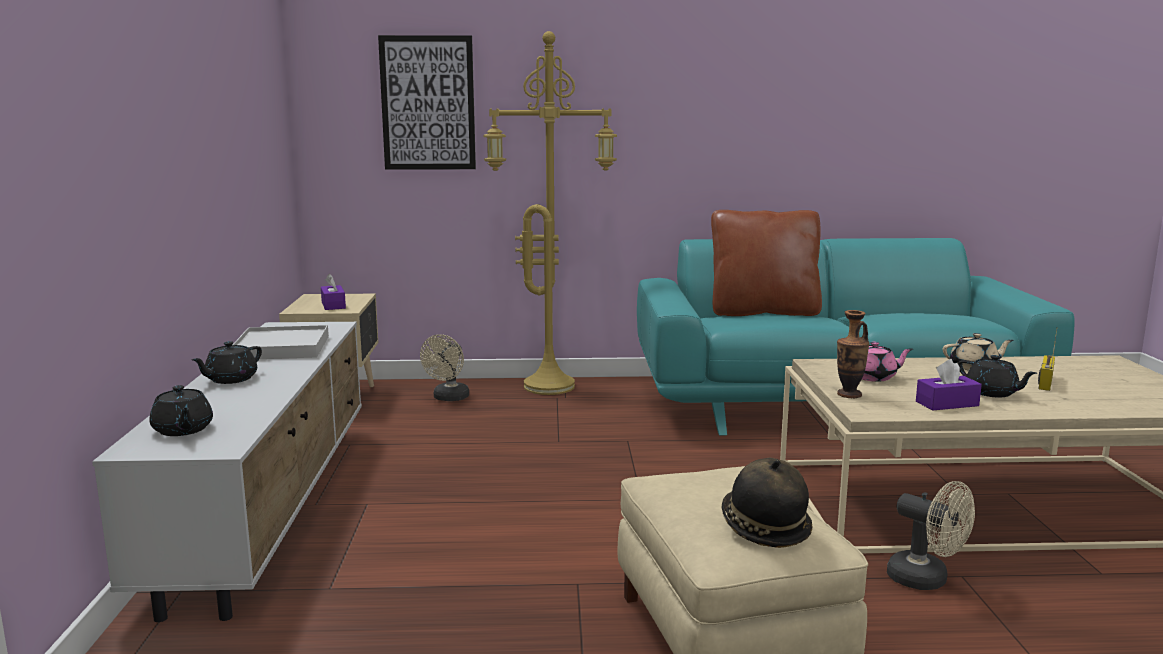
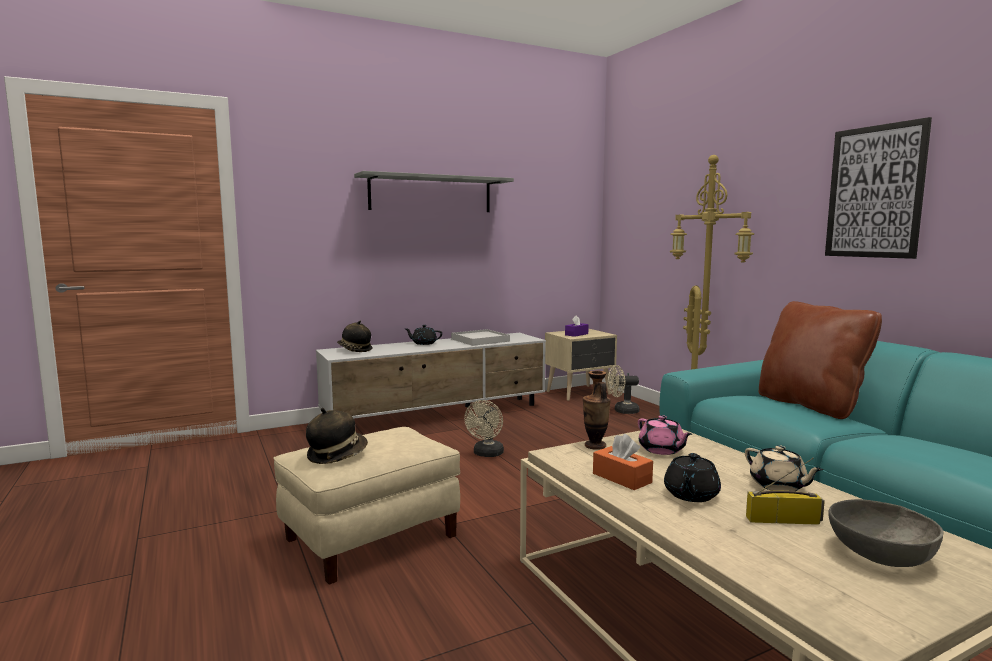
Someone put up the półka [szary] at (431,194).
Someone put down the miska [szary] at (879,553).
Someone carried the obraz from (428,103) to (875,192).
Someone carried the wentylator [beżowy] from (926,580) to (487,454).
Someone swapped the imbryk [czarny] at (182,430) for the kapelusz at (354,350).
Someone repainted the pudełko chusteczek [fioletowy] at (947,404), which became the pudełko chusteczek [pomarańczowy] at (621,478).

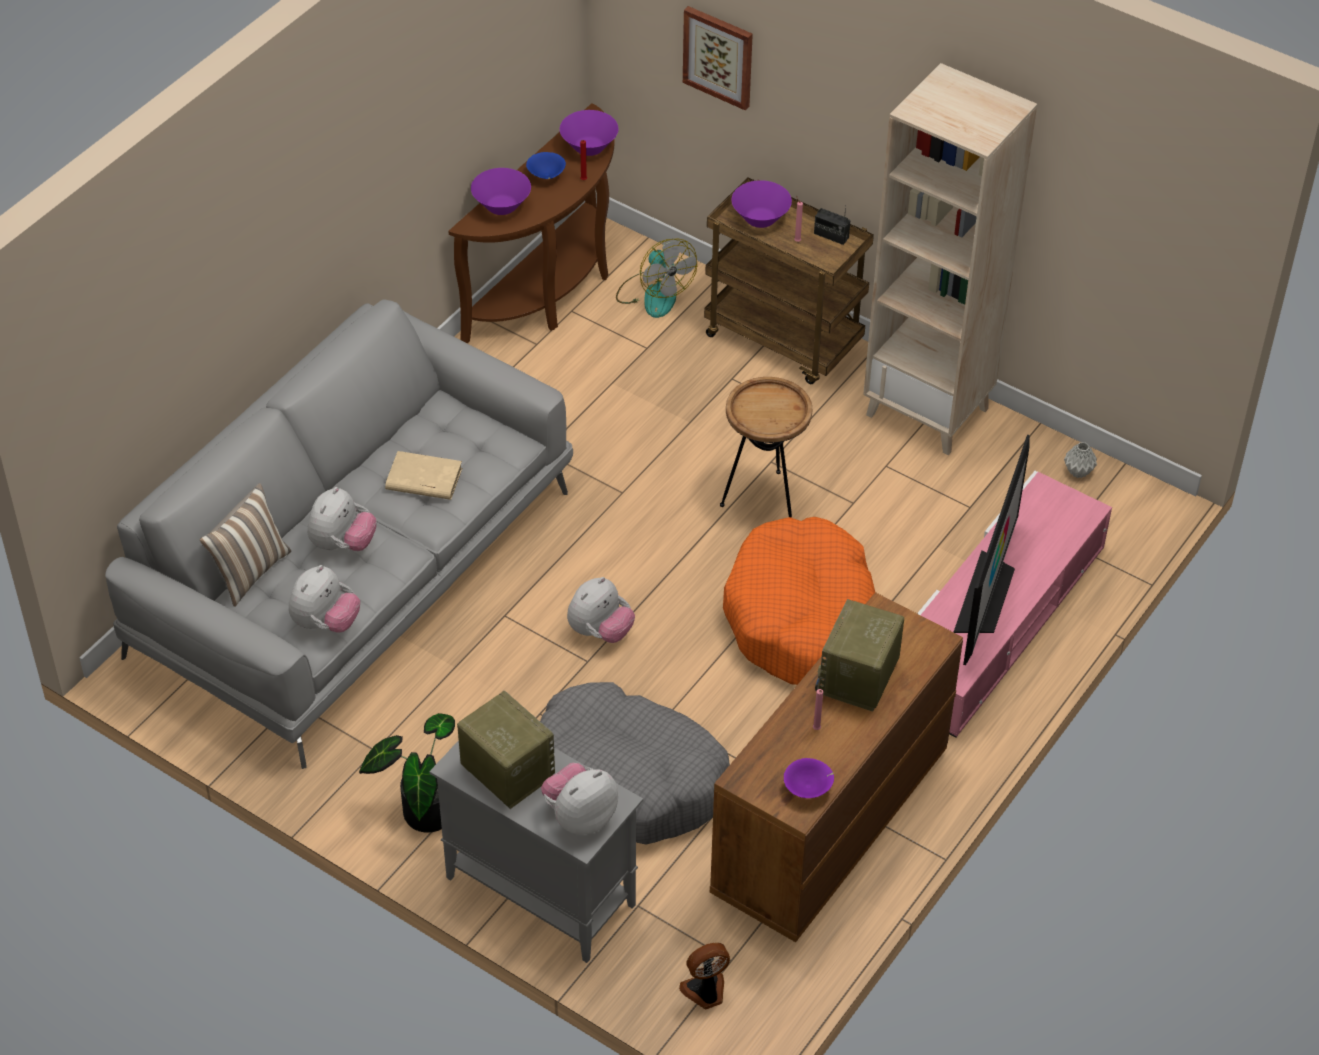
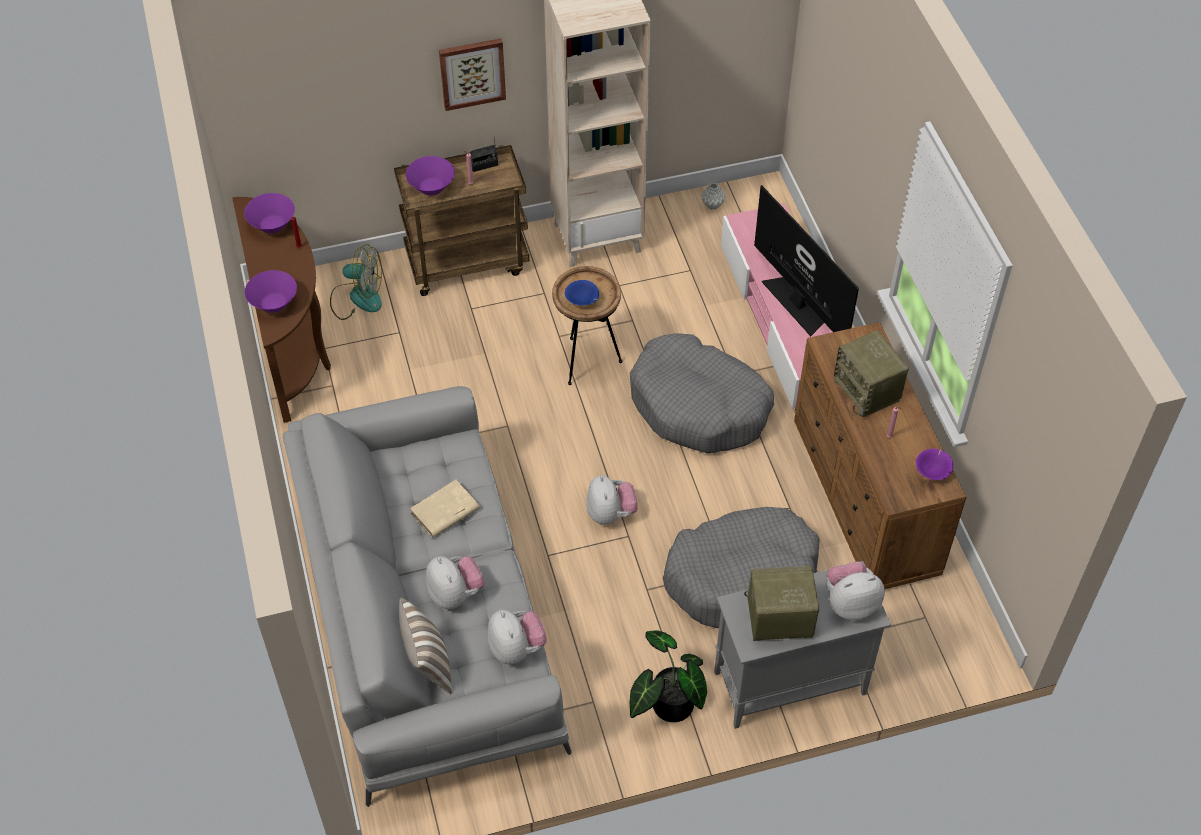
Someone took away the wentylator at (705,992).
Someone carried the miska [niebieski] from (546,176) to (582,301).
Someone carried the obraz from (719,56) to (472,73).
Someone repainted the legowisko [pomarańczowy] at (803,619), which became the legowisko [szary] at (699,406).
Someone rotated the pluszak at (580,816) by 75 degrees clockwise.

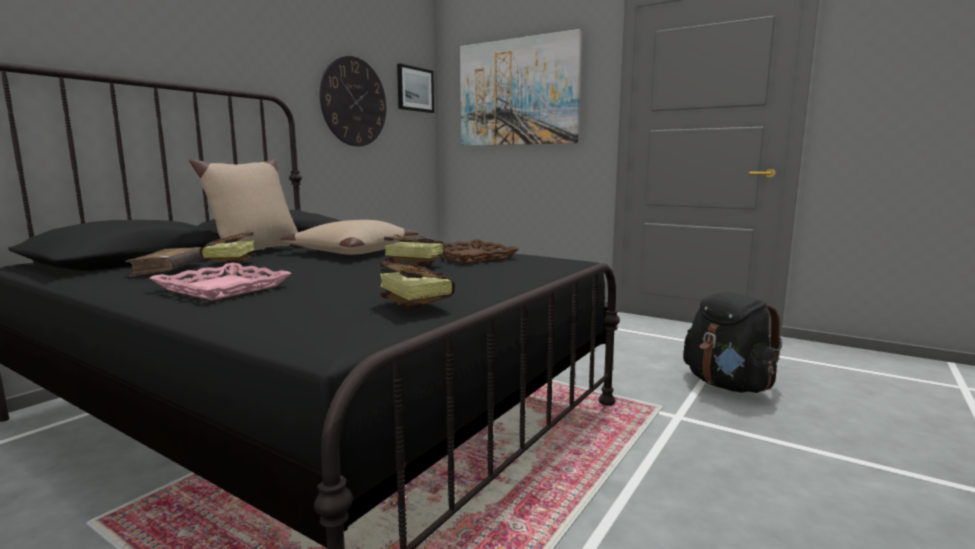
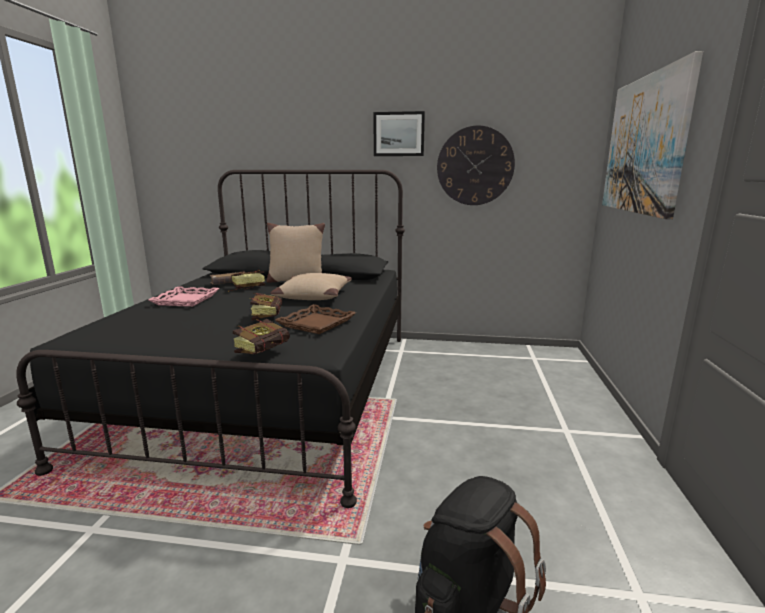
Someone carried the książka from (412,304) to (267,351).
Someone carried the obraz from (415,89) to (399,134).

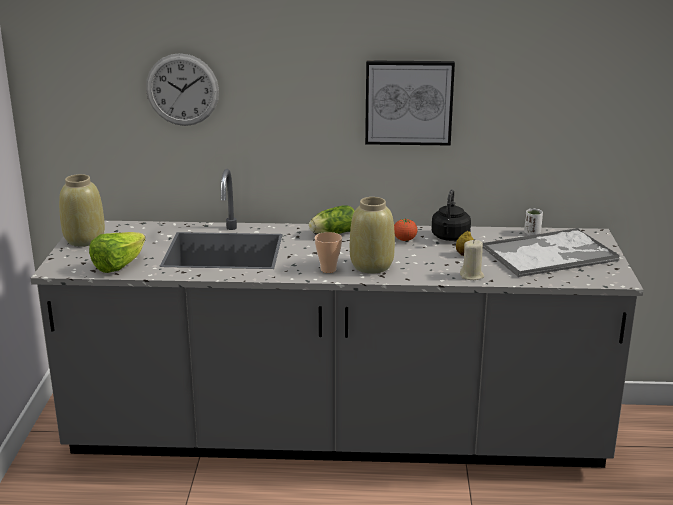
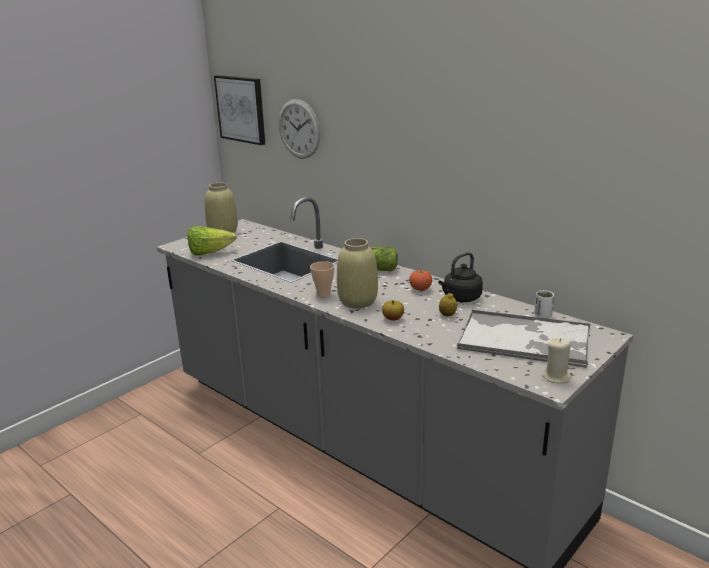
Someone put down the jabłko at (393,319).
Someone carried the obraz from (408,102) to (241,109).
Someone carried the świeca [beżowy] from (472,276) to (556,377).

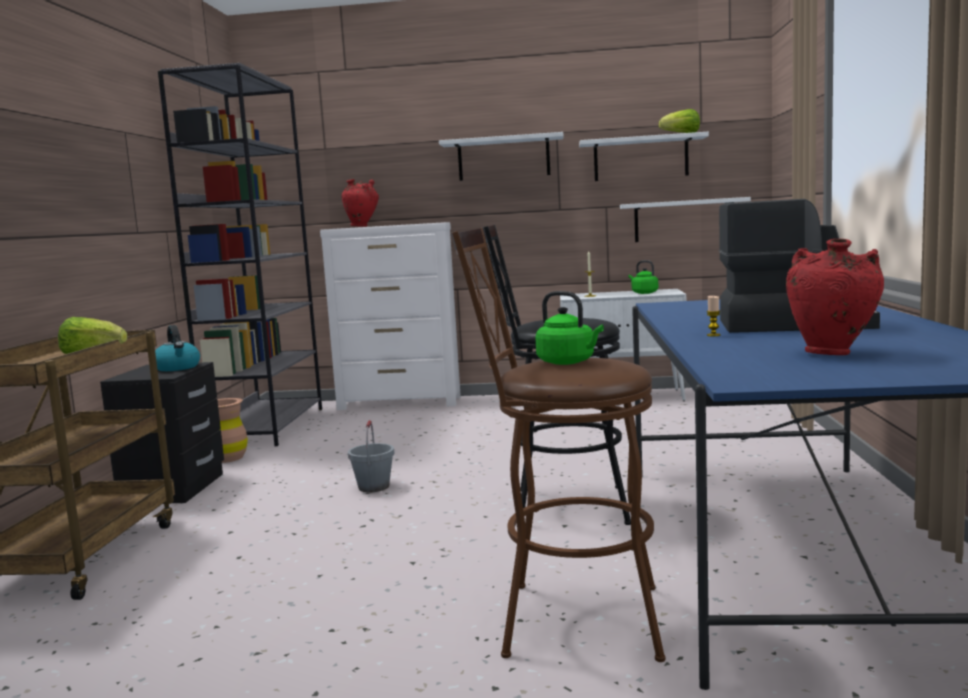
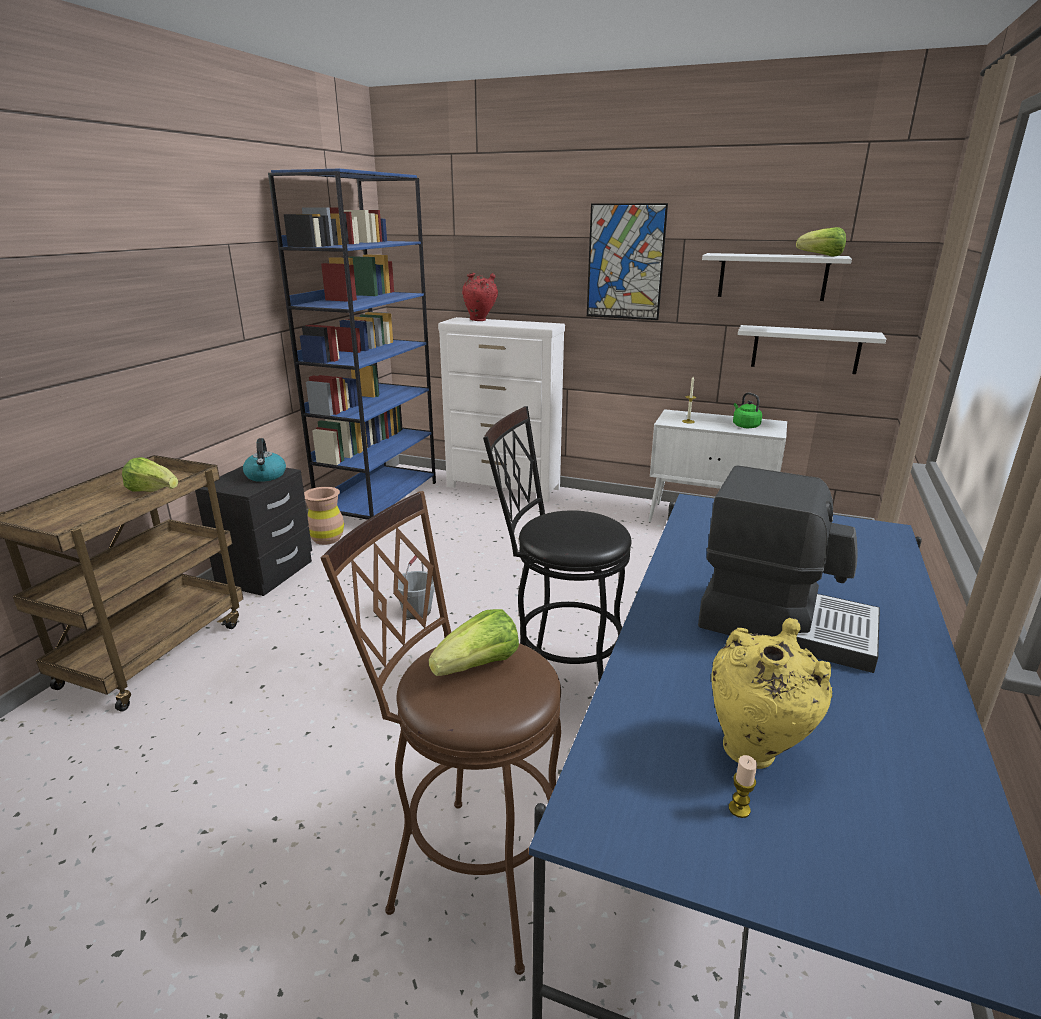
Someone carried the świeca from (713,335) to (739,809).
Someone swapped the półka [biały] at (503,158) for the obraz at (625,262).
Someone swapped the czajnik [zielony] at (568,362) for the sałata at (479,666).
Someone repainted the regał [szary] at (266,427), which became the regał [niebieski] at (379,499).
Someone repainted the wazon [czerwony] at (832,353), which became the wazon [żółty] at (756,750).

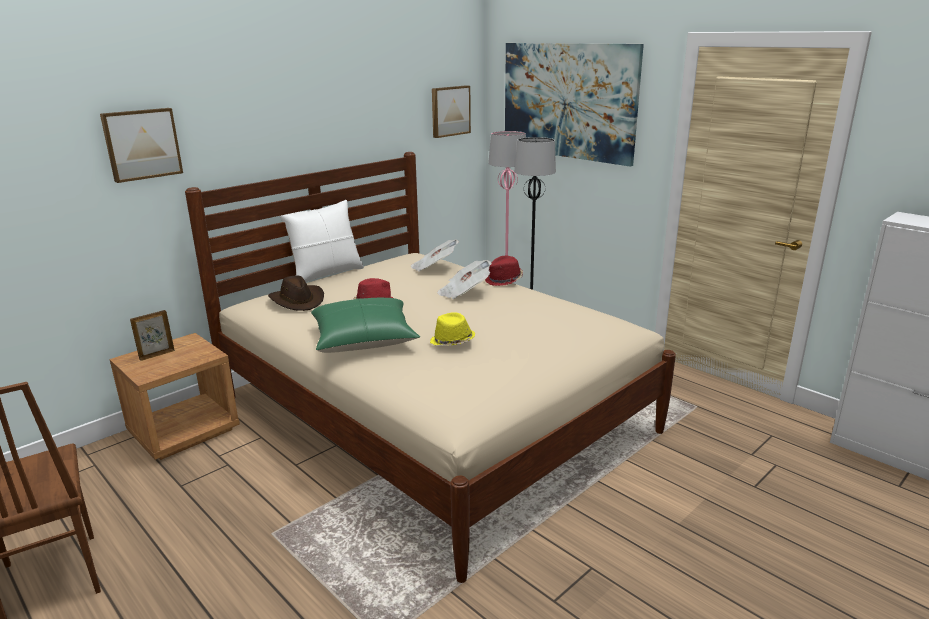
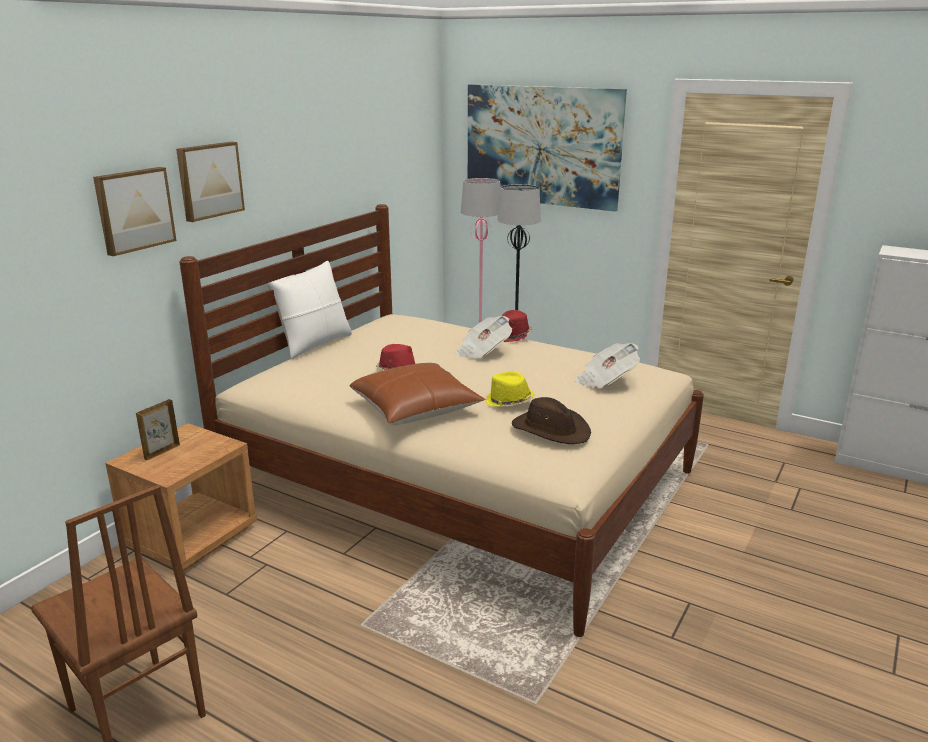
Someone carried the kapelusz [brązowy] from (298,300) to (551,430).
Someone carried the gazeta from (434,268) to (605,381).
Someone carried the obraz from (449,111) to (209,180).
Someone repainted the poduszka [zielony] at (364,339), which became the poduszka [brązowy] at (416,408).

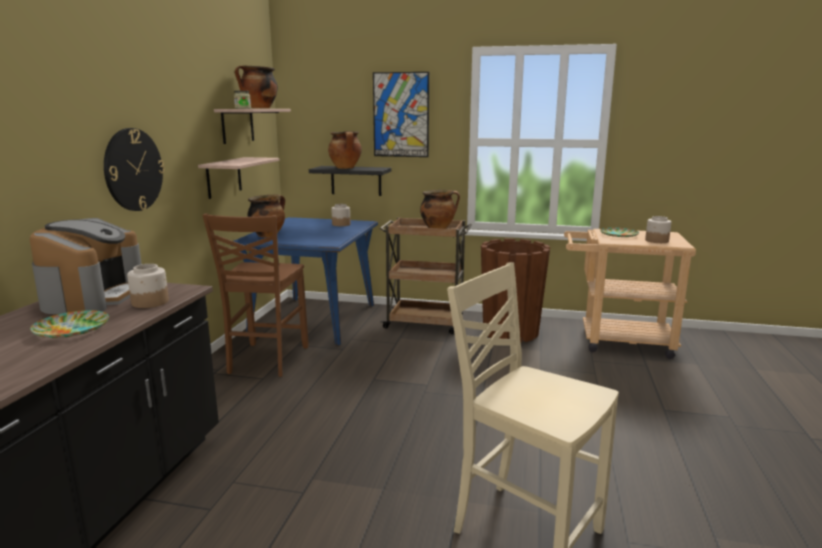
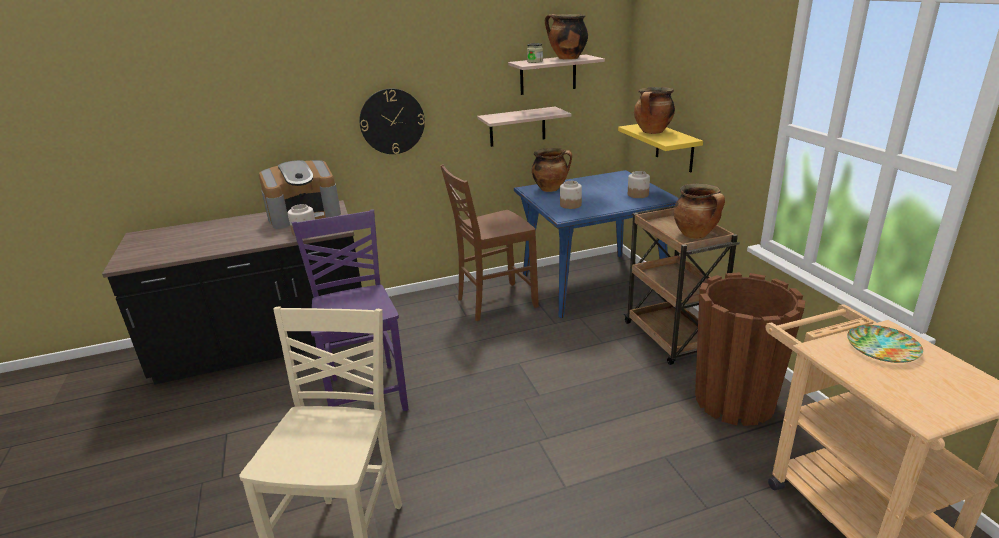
Someone took away the talerz at (72,328).
Someone took away the obraz at (401,115).
Someone put down the krzesło [fioletowy] at (367,393).
Someone carried the słoik from (656,240) to (570,205).
Someone repainted the półka [czarny] at (356,180), which became the półka [żółty] at (674,147).

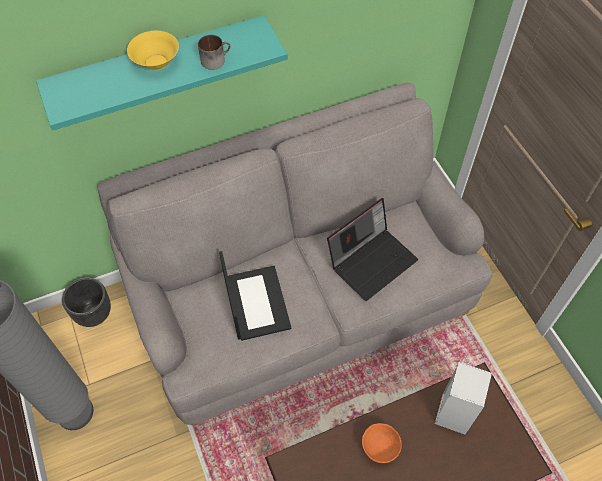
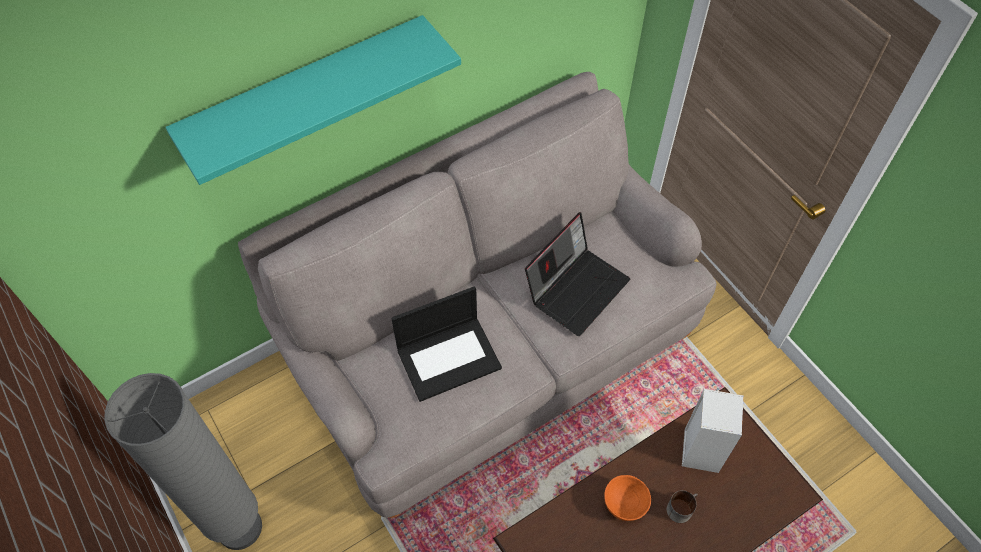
Someone took away the donica [czarny] at (94,314).
Someone took away the miska [żółty] at (156,63).
Someone carried the kubek from (215,59) to (681,507).
Someone rotated the laptop at (255,302) by 90 degrees clockwise.

